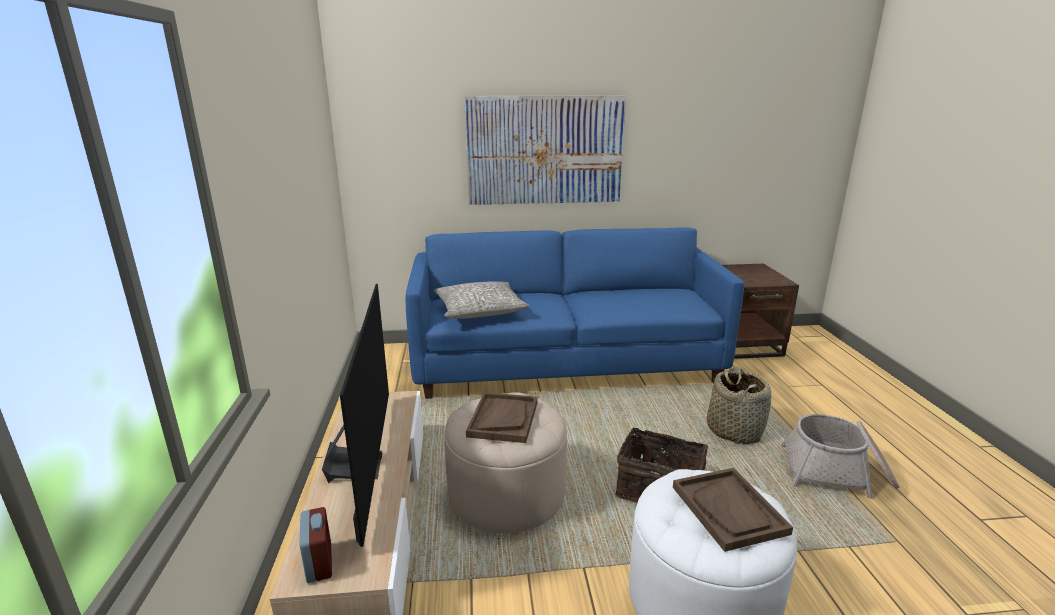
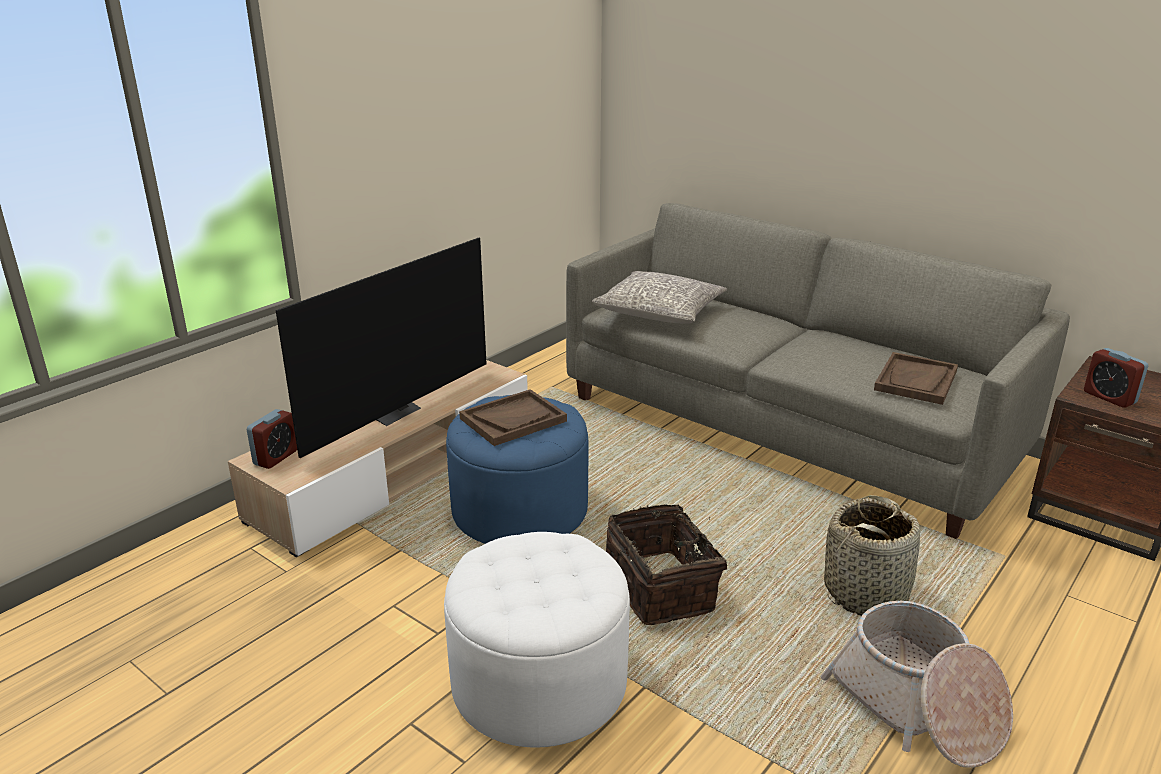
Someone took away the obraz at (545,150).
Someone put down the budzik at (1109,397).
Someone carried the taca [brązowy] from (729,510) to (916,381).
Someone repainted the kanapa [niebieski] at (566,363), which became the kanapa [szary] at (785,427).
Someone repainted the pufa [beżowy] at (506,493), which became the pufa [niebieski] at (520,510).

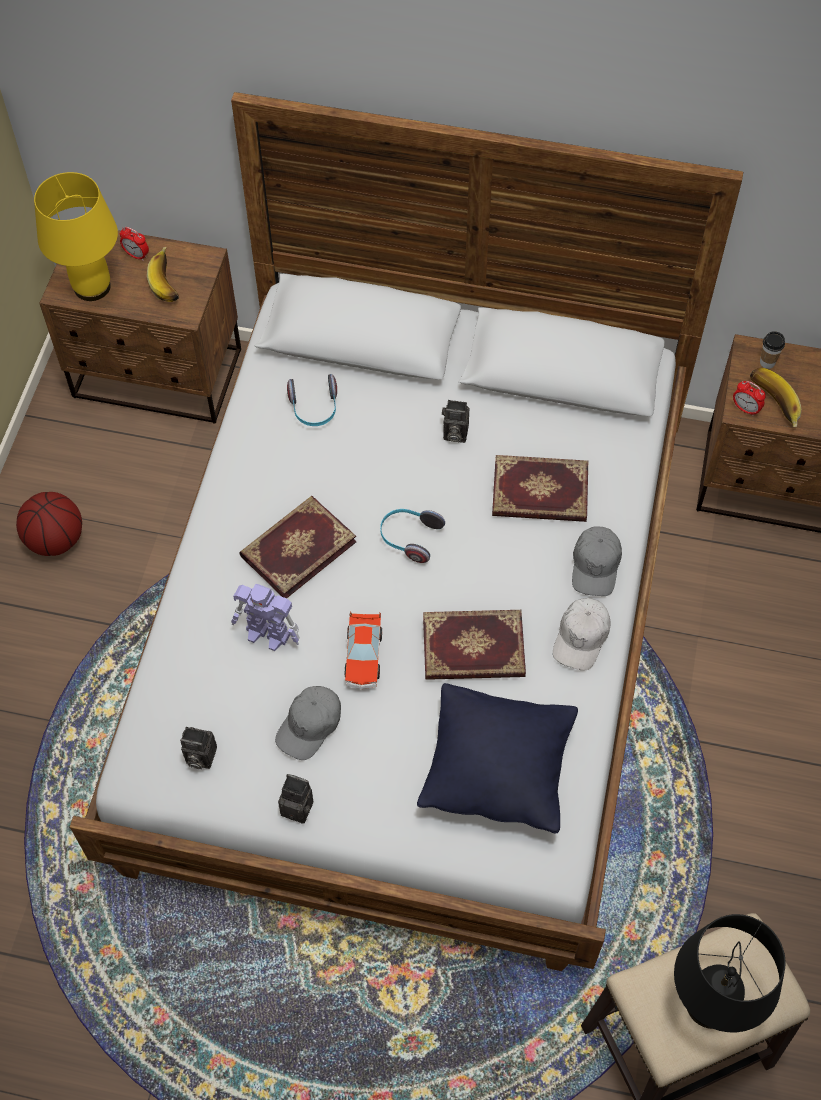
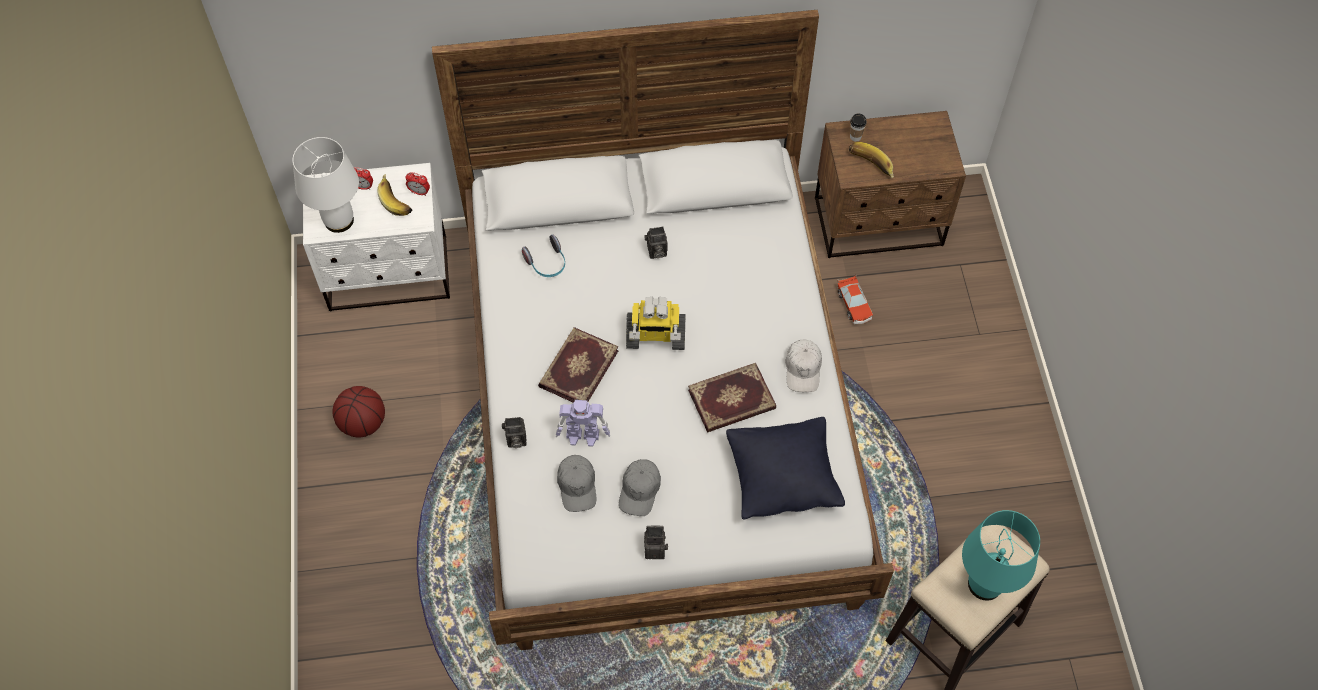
Someone took away the książka at (540,493).
Someone carried the aparat fotograficzny from (199,756) to (515,440).
Someone carried the samochodzik from (363,656) to (854,305).
Someone carried the czapka z daszkiem [szary] from (595,566) to (577,486).
Someone carried the budzik from (745,409) to (419,192).
Someone swapped the słuchawki at (409,538) for the robot zabawkowy at (655,336).
Someone repainted the lampa stołowa [żółty] at (93,286), which became the lampa stołowa [biały] at (339,220).
Someone repainted the szafka nocna [brązowy] at (158,375), which became the szafka nocna [biały] at (389,274).
Someone repainted the lampa stołowa [czarny] at (710,1003), which became the lampa stołowa [turkusowy] at (984,583).

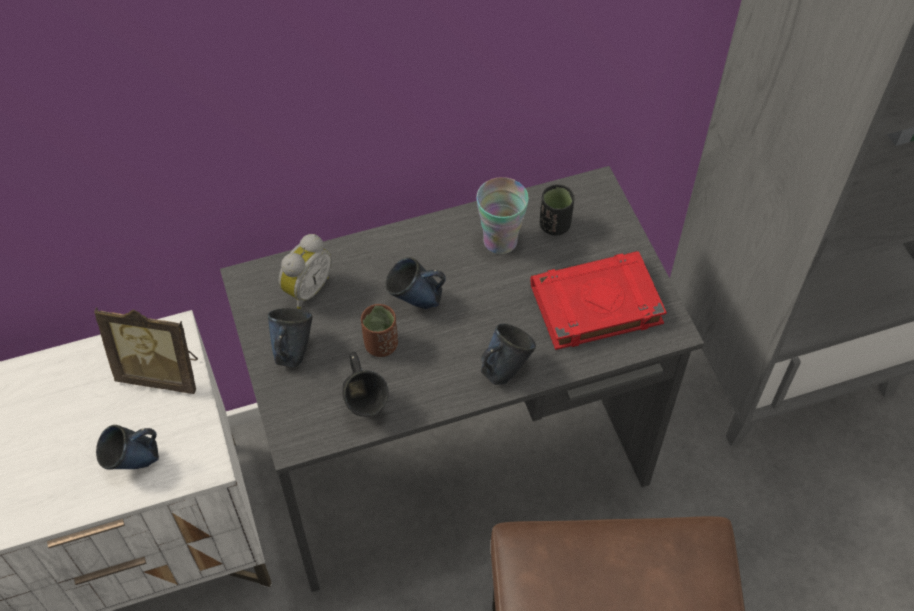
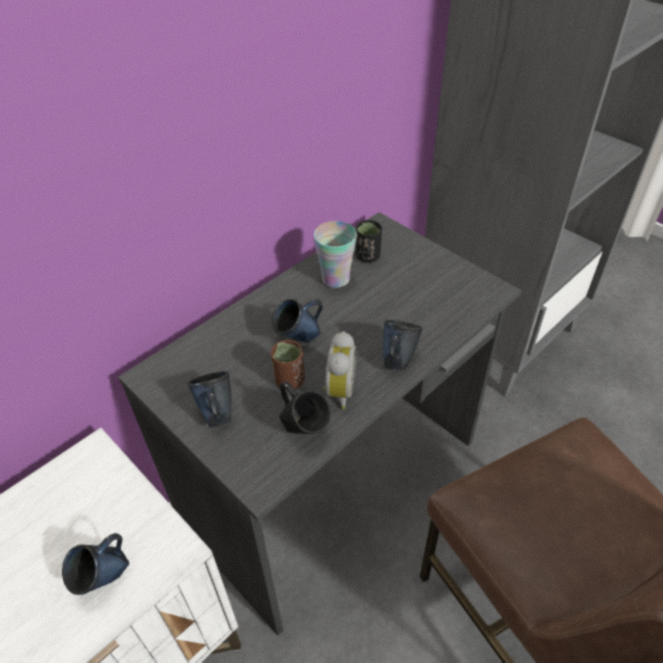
Someone took away the ramka na zdjęcie at (162,372).
Someone took away the książka [czerwony] at (595,305).
Someone carried the budzik from (306,289) to (338,391).

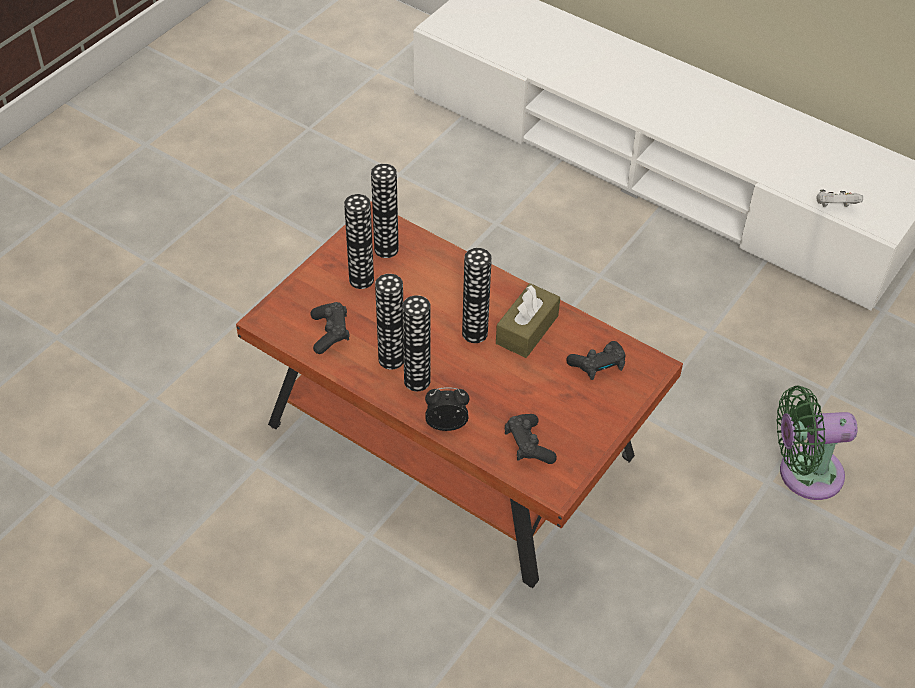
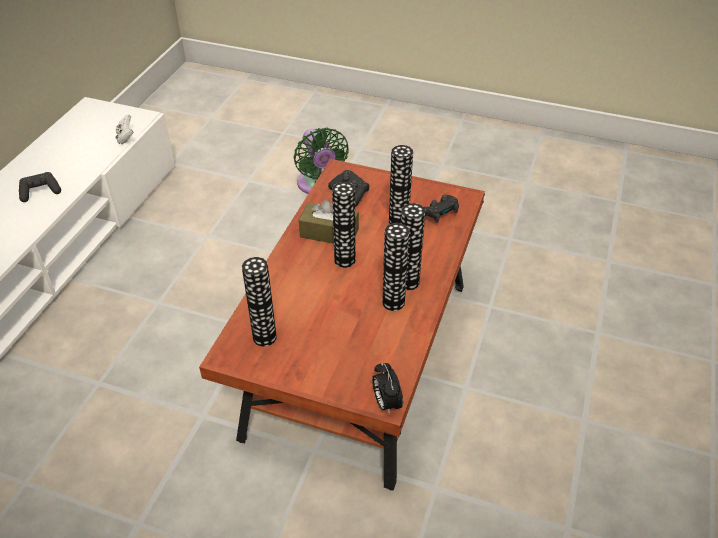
Someone carried the pad do gier [czarny] from (330,333) to (40,192).
Someone carried the wazon from (361,279) to (398,222).
Someone carried the budzik from (446,424) to (386,402).

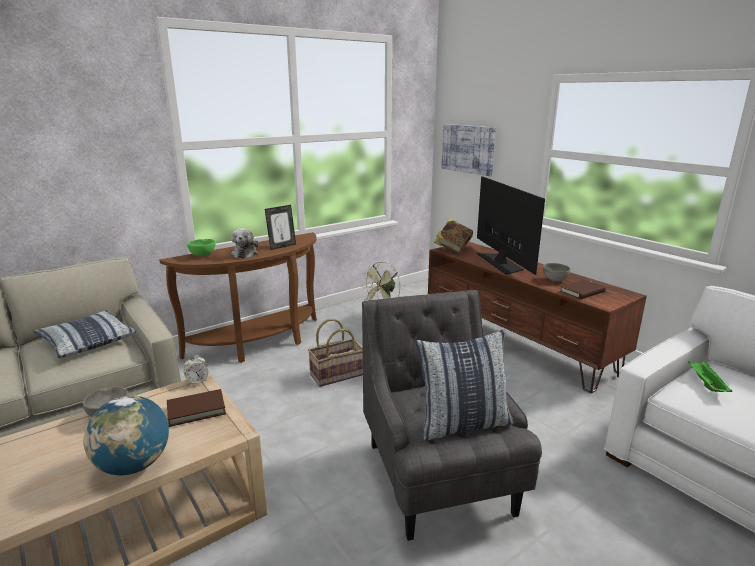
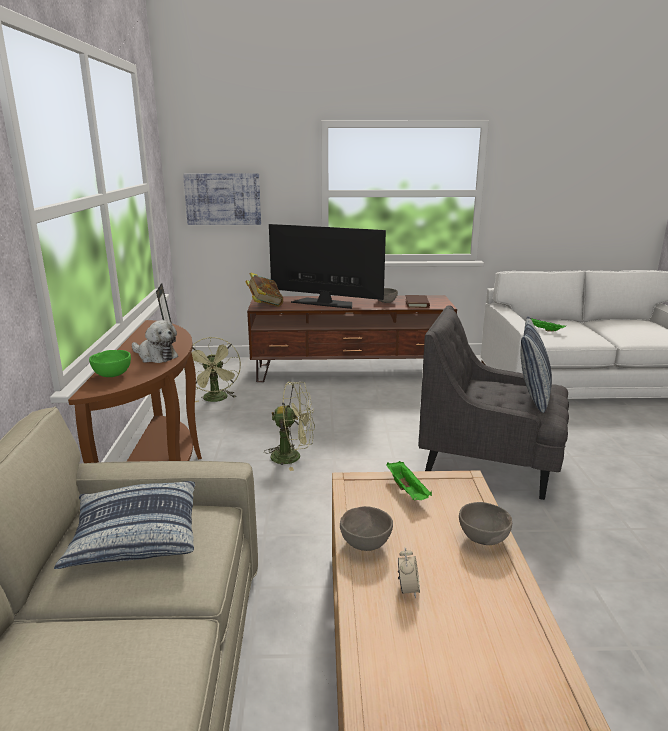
Someone carried the budzik from (197,381) to (408,589).
Someone swapped the globus at (134,465) for the miska [szary] at (483,539).
Someone swapped the książka [brązowy] at (196,410) for the taca [zielony] at (408,491).
Someone swapped the koszyk at (337,374) for the wentylator [zielony] at (293,457).

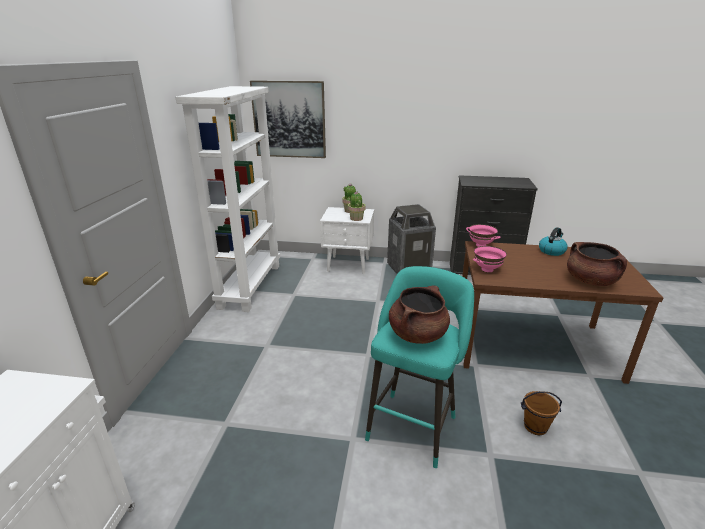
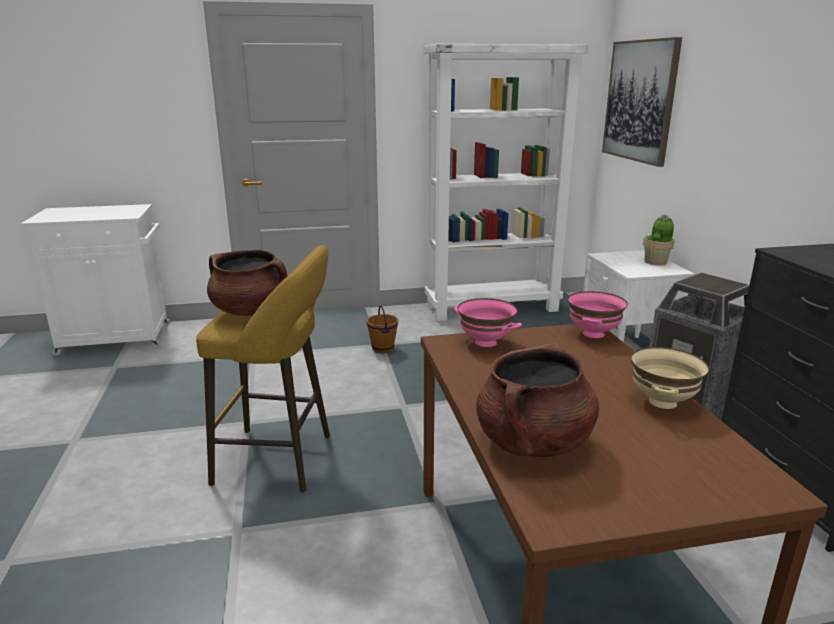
Someone took away the roślina doniczkowa at (356,218).
Someone carried the wiadro [brązowy] from (535,427) to (382,349).
Someone swapped the czajnik at (551,251) for the miska [beżowy] at (661,402).
Someone repainted the stołek [turkusowy] at (413,424), which became the stołek [żółty] at (280,459).

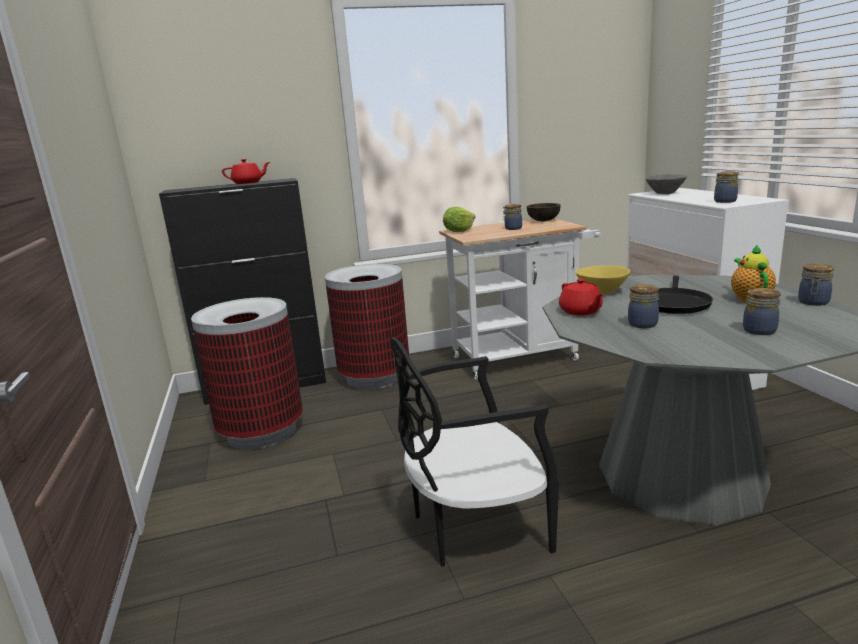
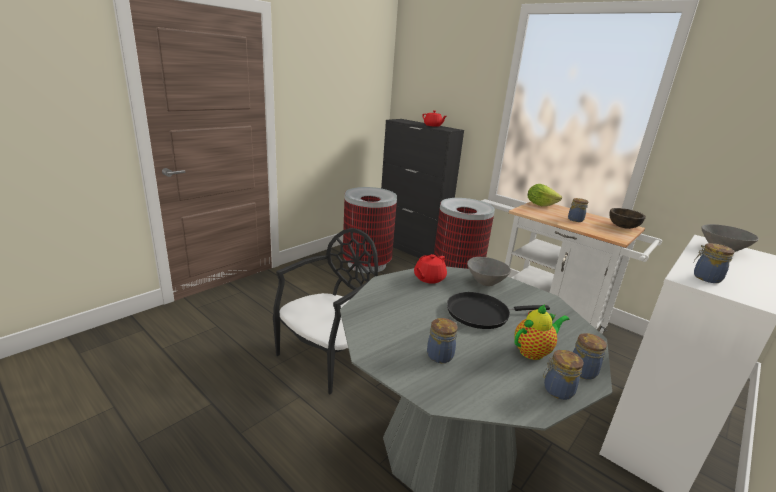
Someone carried the słoik from (642,324) to (584,371).
Someone repainted the miska [żółty] at (601,291), which became the miska [szary] at (485,281).
Someone rotated the krzesło [czarny] at (474,526) by 90 degrees clockwise.

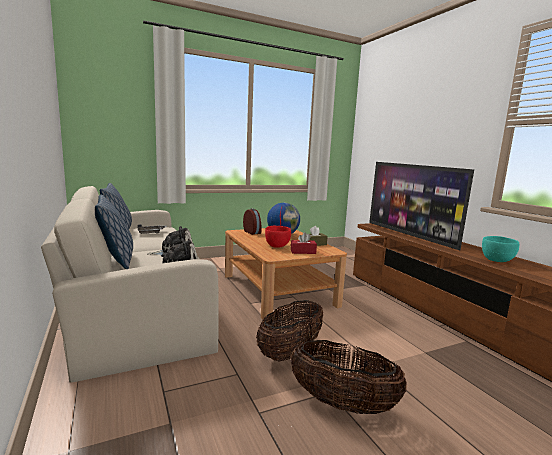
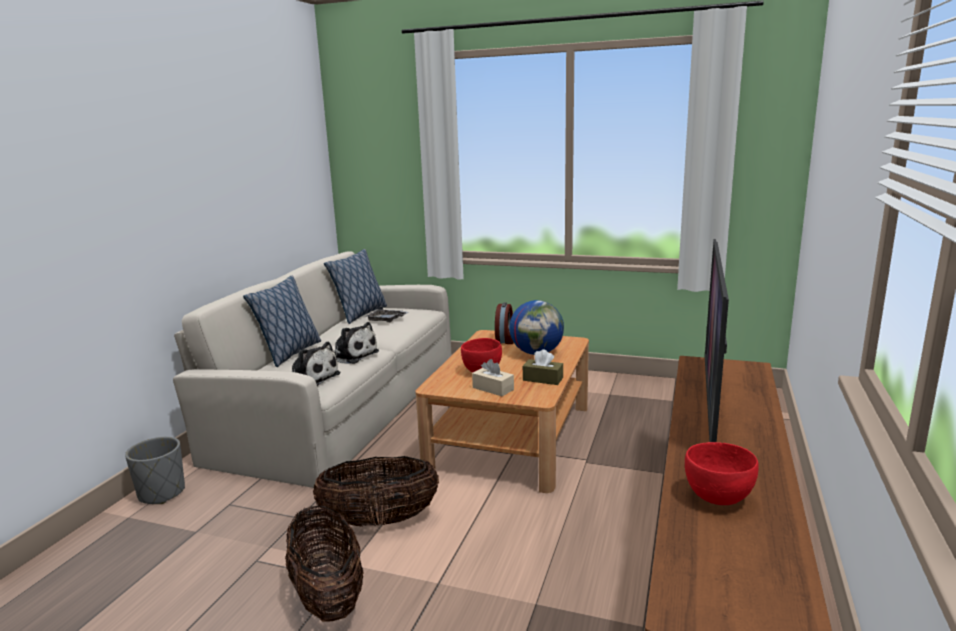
Someone put down the donica [szary] at (162,493).
Someone repainted the pudełko chusteczek [czerwony] at (303,252), which became the pudełko chusteczek [beżowy] at (493,388).
Someone repainted the miska [turkusowy] at (497,260), which became the miska [czerwony] at (718,498).

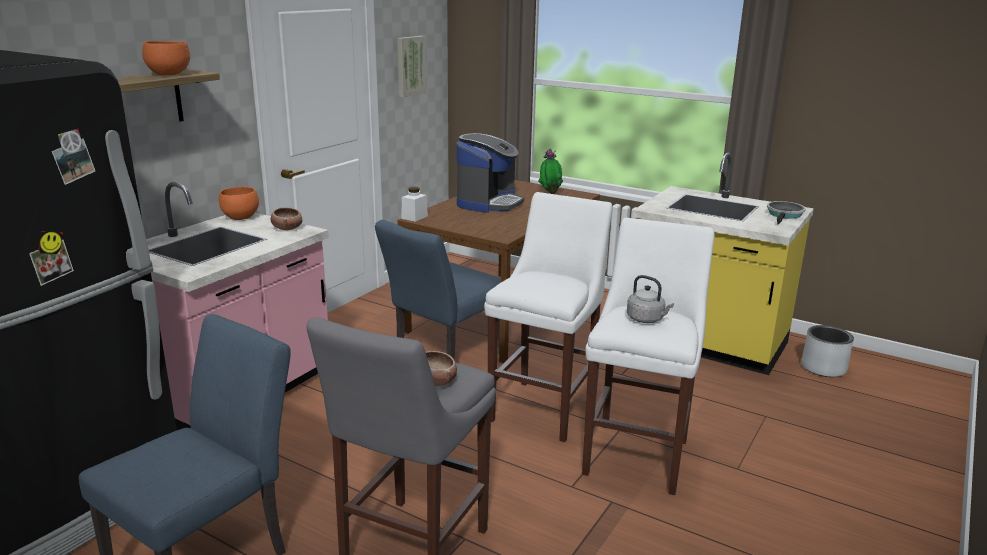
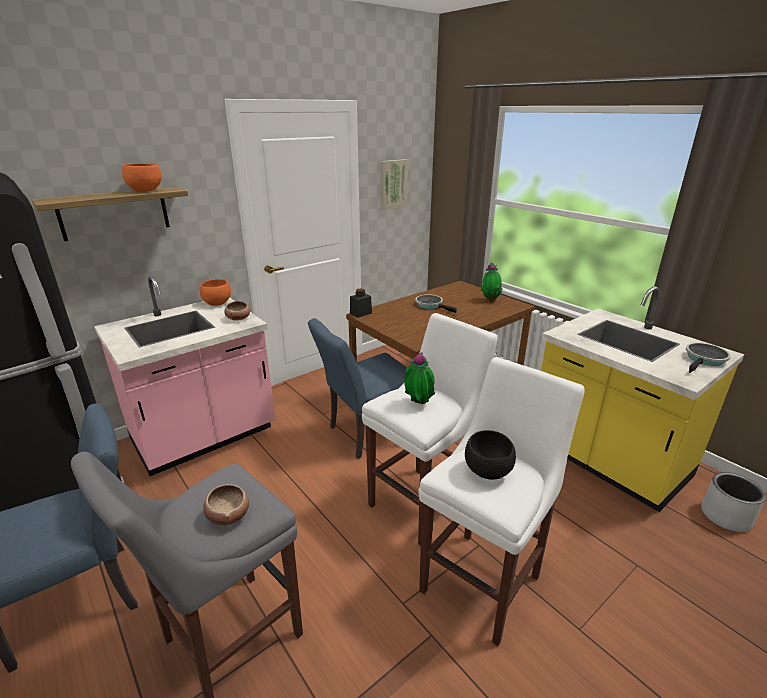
Someone put down the roślina doniczkowa at (418,404).
Someone swapped the ekspres do kawy at (489,203) for the patelnia at (431,305).
Someone swapped the czajnik [szary] at (647,319) for the miska [czarny] at (489,472).
Someone repainted the słoik [biały] at (414,217), which became the słoik [czarny] at (360,313).

